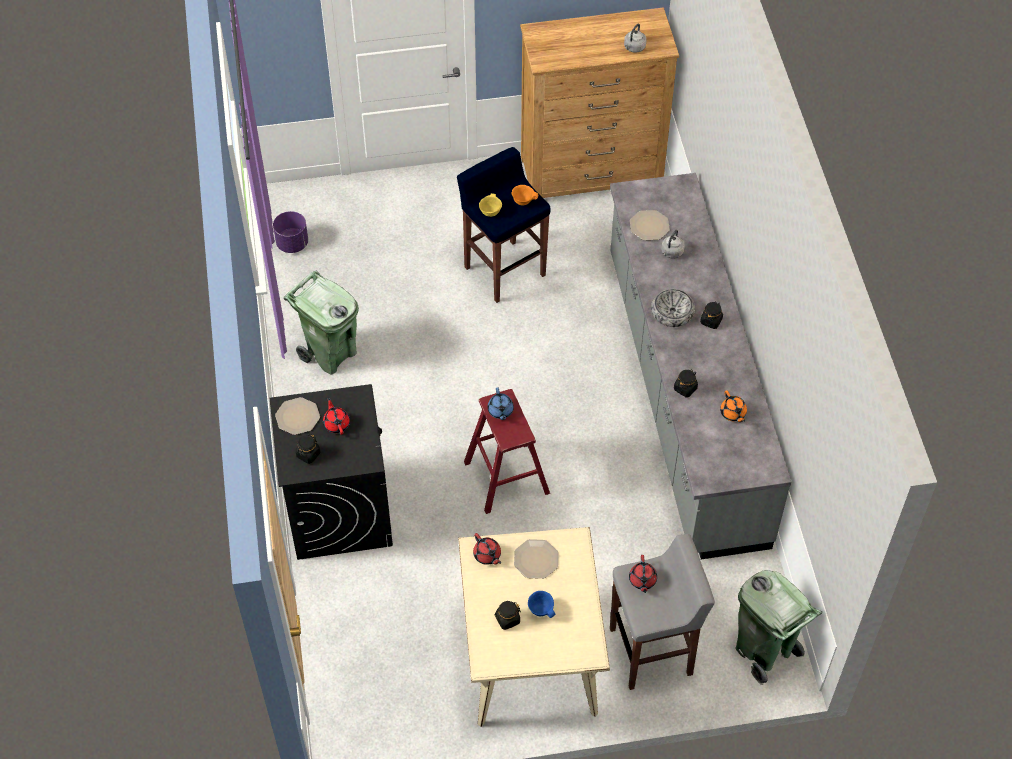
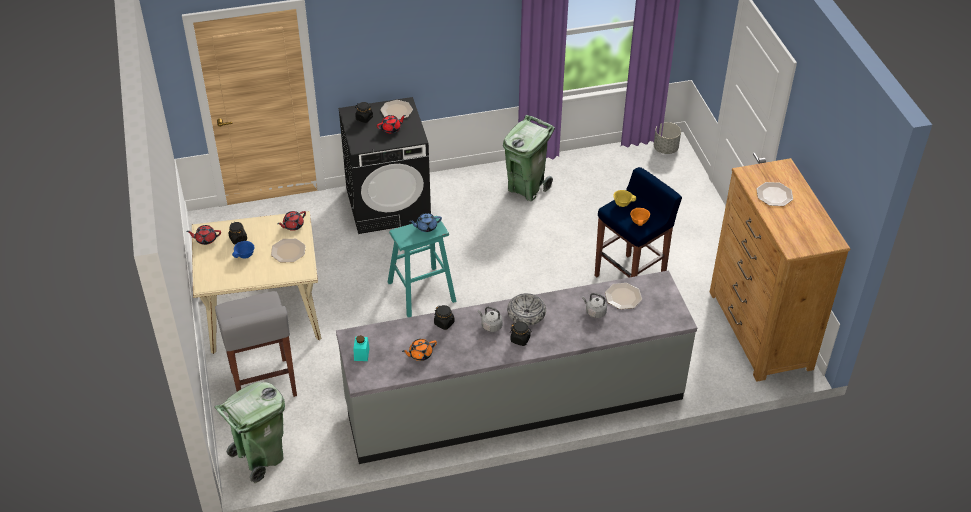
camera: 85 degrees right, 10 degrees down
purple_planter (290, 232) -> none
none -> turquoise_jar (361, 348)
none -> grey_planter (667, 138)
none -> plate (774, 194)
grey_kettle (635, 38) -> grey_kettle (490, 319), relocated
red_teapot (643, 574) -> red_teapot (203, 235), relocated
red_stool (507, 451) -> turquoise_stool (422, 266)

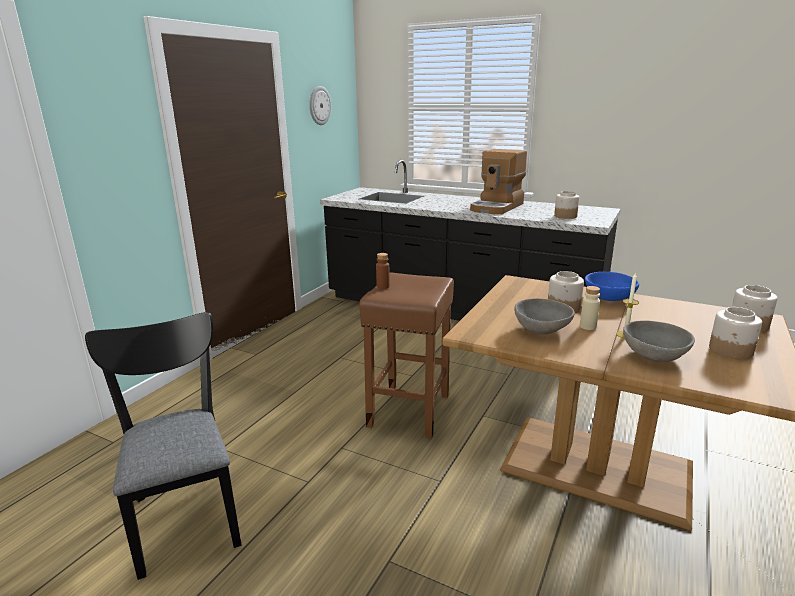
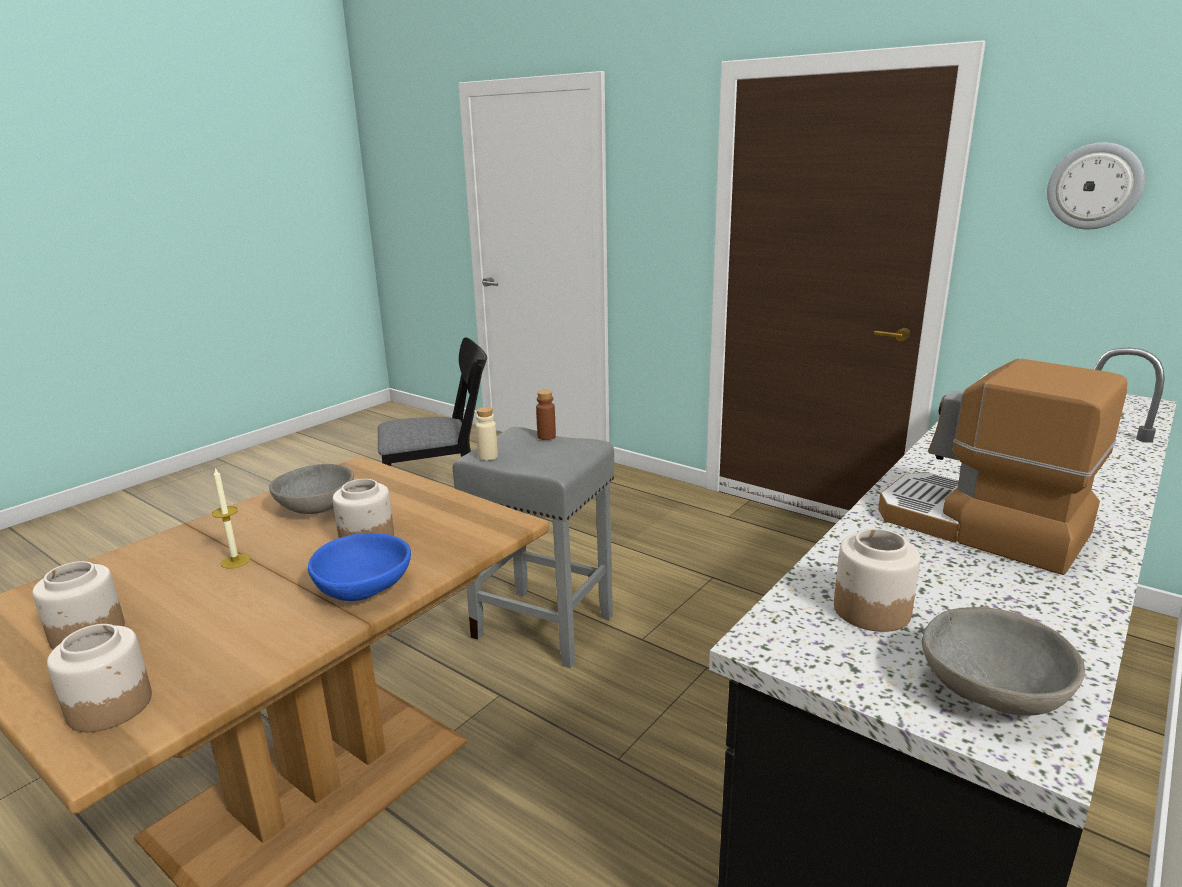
camera: 100 degrees right, 0 degrees up
beige_bottle (590, 308) -> beige_bottle (487, 434), relocated
grey_bowl (659, 341) -> grey_bowl (1003, 661), relocated
brown_stool (406, 355) -> grey_stool (533, 547)

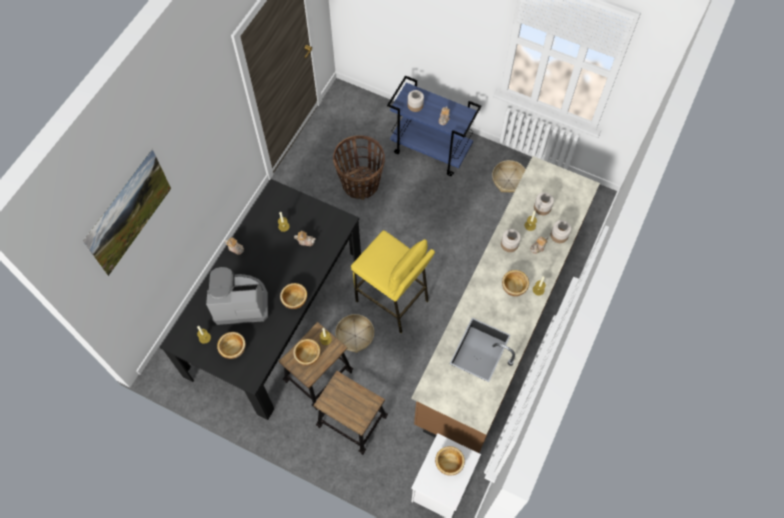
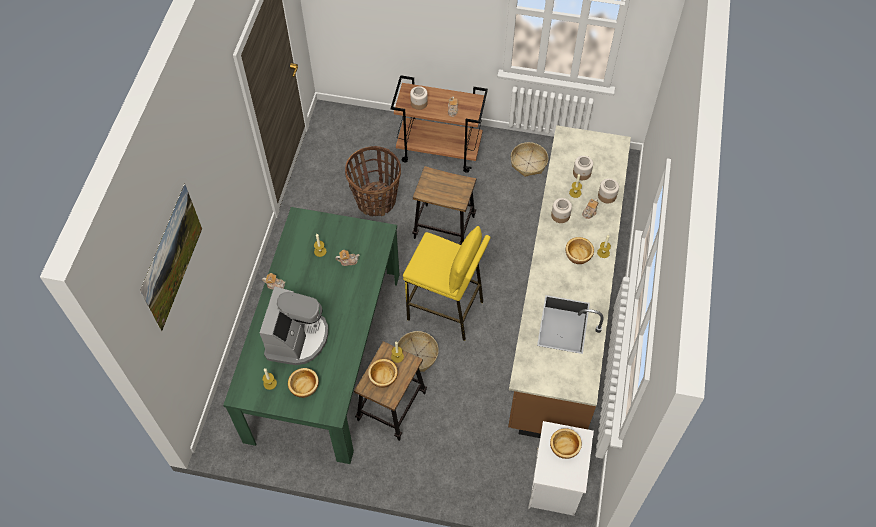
camera: 15 degrees left, 5 degrees down
bowl (293, 296) -> none
stool (350, 413) -> stool (444, 205), relocated
black_dining_table (260, 299) -> green_dining_table (311, 335)
blue_cart (434, 126) -> brown_cart (439, 124)
coffee_machine (237, 296) -> coffee_machine (294, 325), 120 degrees clockwise

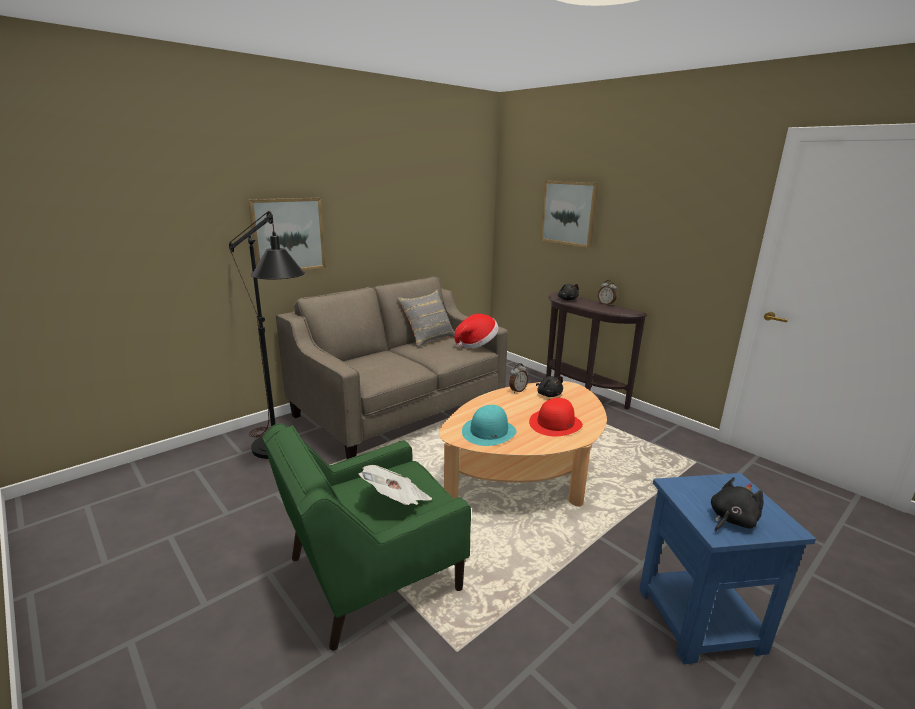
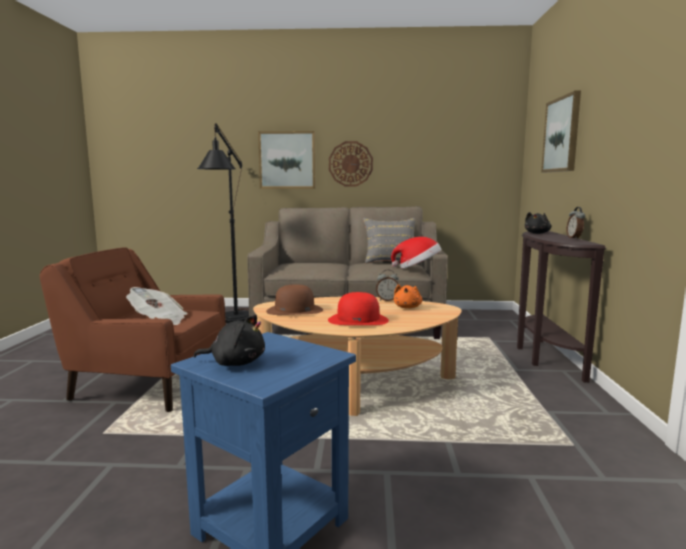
camera: 45 degrees right, 10 degrees down
none -> wall_clock (351, 164)
green_armchair (366, 537) -> brown_armchair (133, 329)
turquoise_hat (489, 425) -> brown_hat (294, 299)
black_plush_toy (549, 386) -> orange_plush_toy (408, 296)

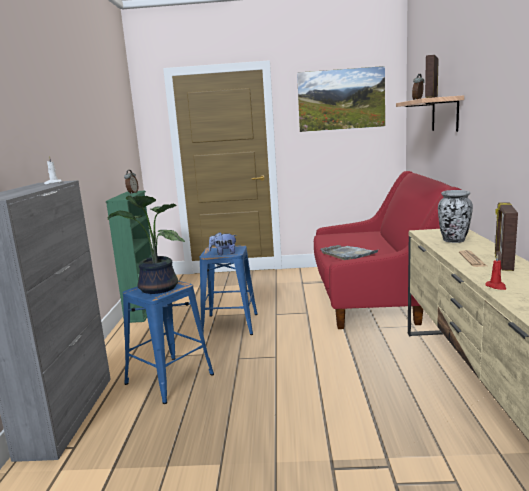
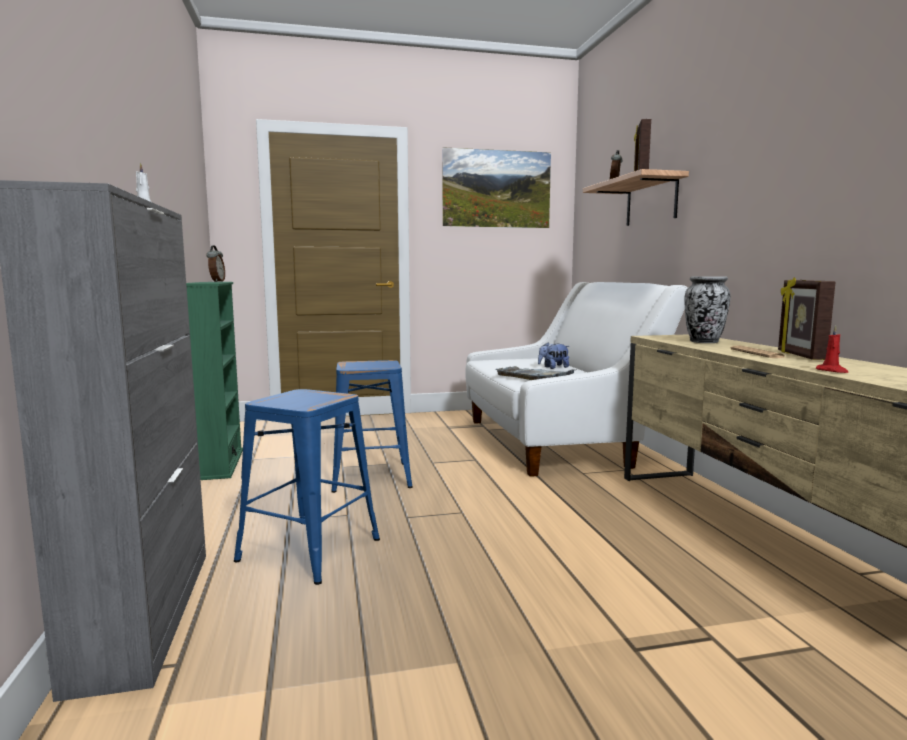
camera: 15 degrees left, 5 degrees down
potted_plant (146, 244) -> none
plush_toy (223, 243) -> plush_toy (553, 355), relocated
red_sofa (387, 250) -> white_sofa (576, 379)

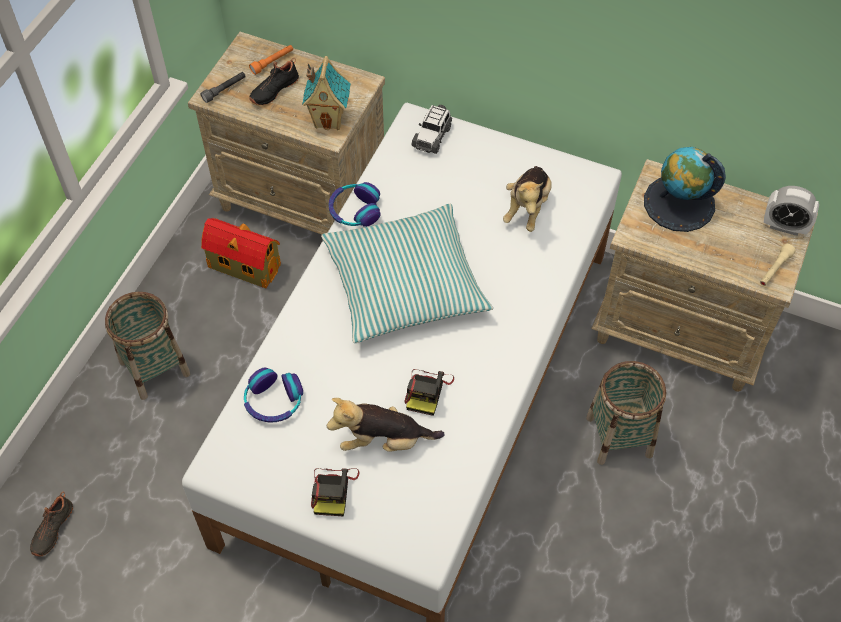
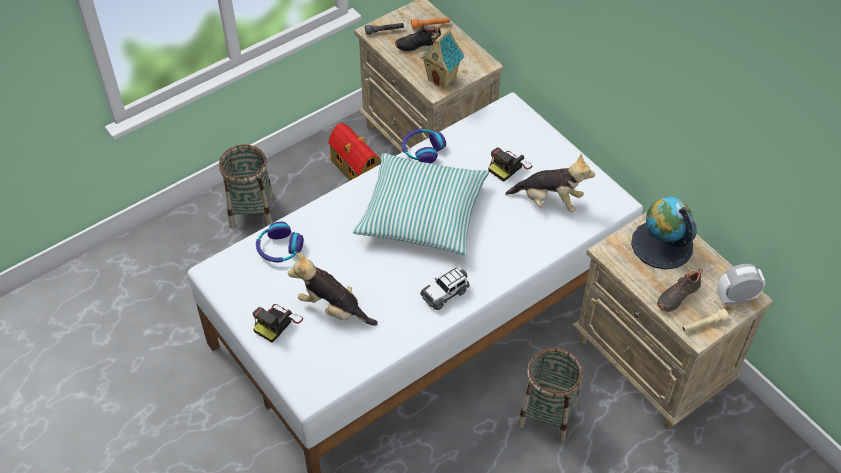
camera: 30 degrees right, 5 degrees down
black_shoe (51, 524) -> black_shoe (680, 290), relocated
photo_camera (429, 392) -> photo_camera (510, 164), relocated
toy_car (431, 129) -> toy_car (445, 288), relocated
plush_toy (527, 199) -> plush_toy (550, 183), 120 degrees counterclockwise
alarm_clock (791, 211) -> alarm_clock (741, 284), 120 degrees clockwise

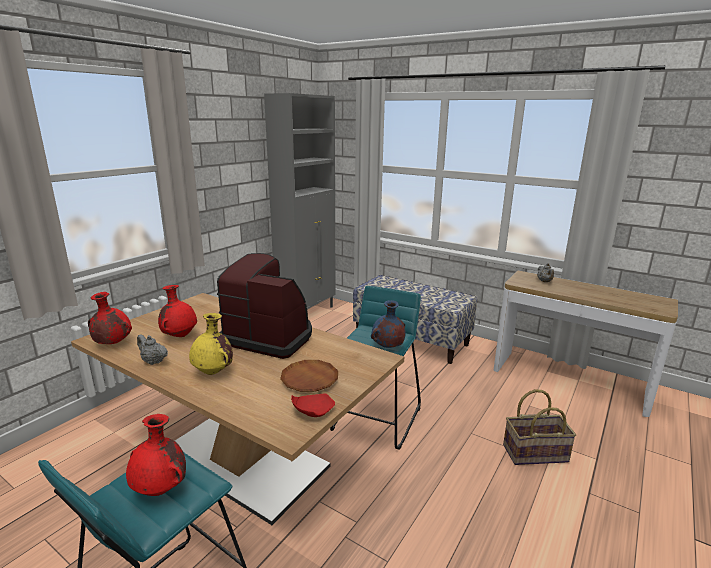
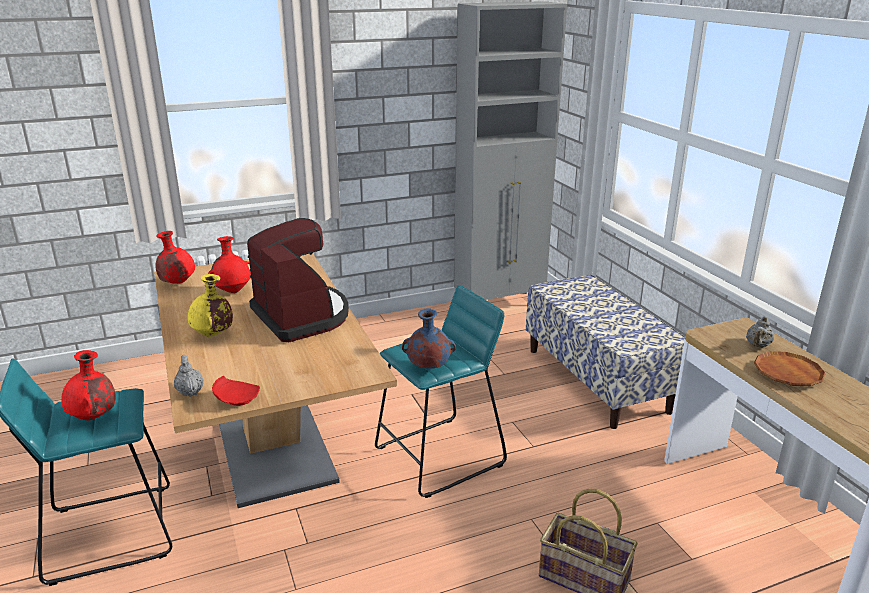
camera: 35 degrees right, 5 degrees up
grey_teapot (152, 349) -> grey_teapot (189, 376), relocated
brown_plate (309, 376) -> brown_plate (790, 368), relocated

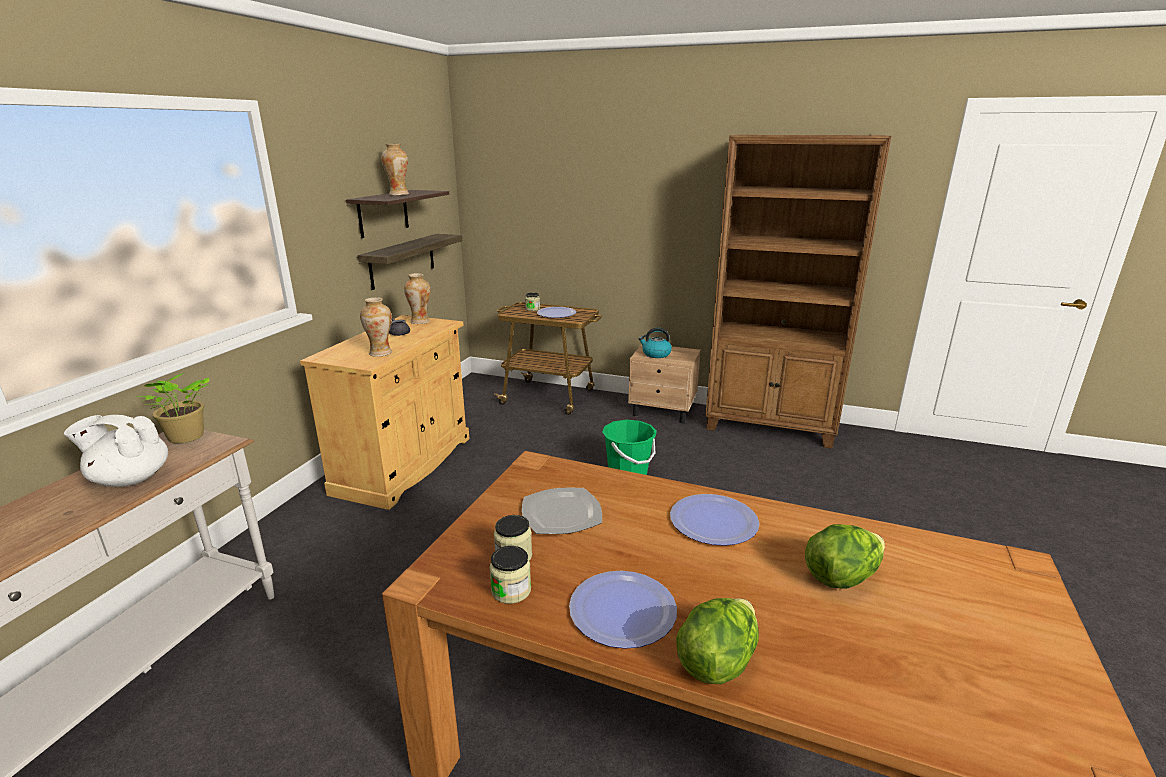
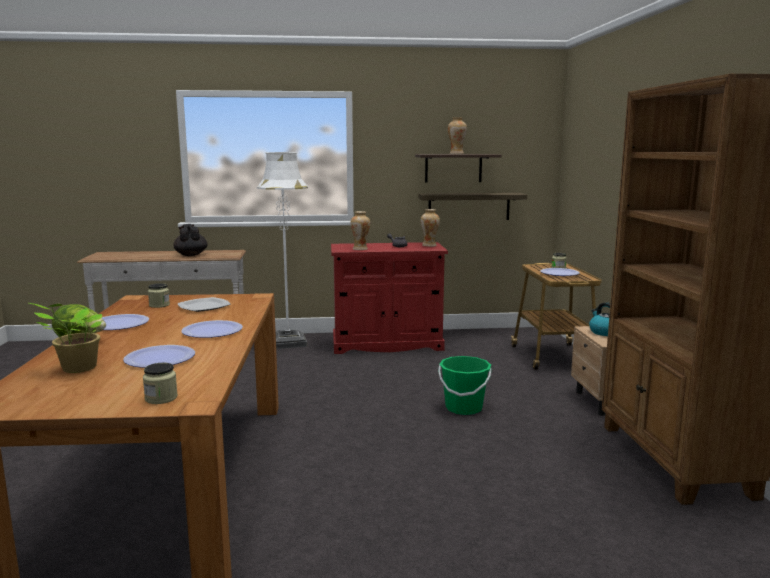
camera: 65 degrees right, 10 degrees down
none -> white_floor_lamp (282, 250)
potted_plant (173, 408) -> potted_plant (66, 338), relocated
jar (510, 575) -> jar (160, 383), relocated
lettuce (845, 556) -> plate (159, 356)
white_teapot (116, 451) -> black_teapot (190, 240)
beige_cabinet (384, 412) -> red_cabinet (389, 298)

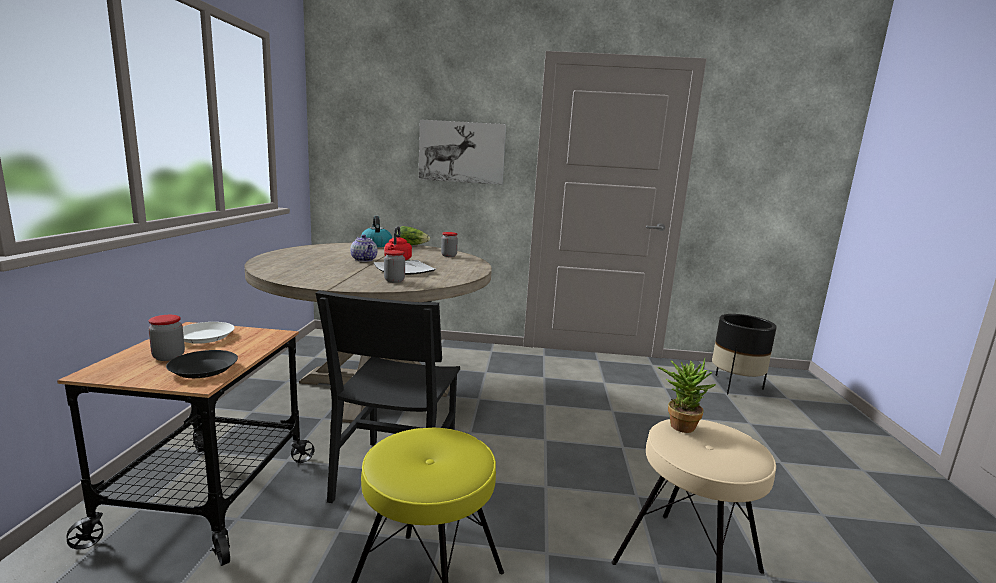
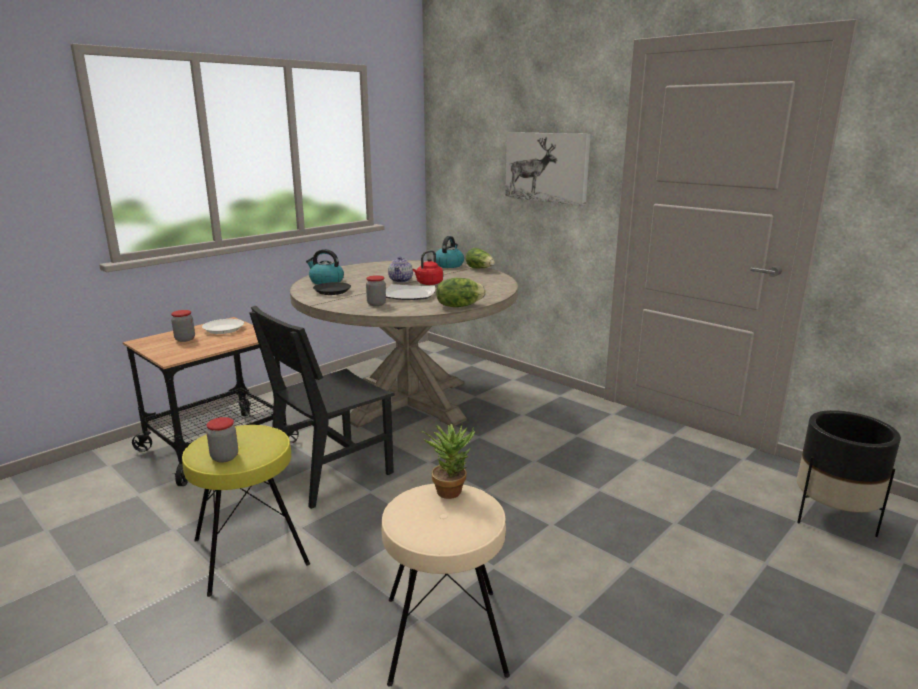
camera: 40 degrees right, 5 degrees up
none -> kettle (325, 266)
none -> lettuce (461, 292)
black_plate (202, 364) -> black_plate (332, 288), relocated
jar (449, 244) -> jar (222, 440), relocated

